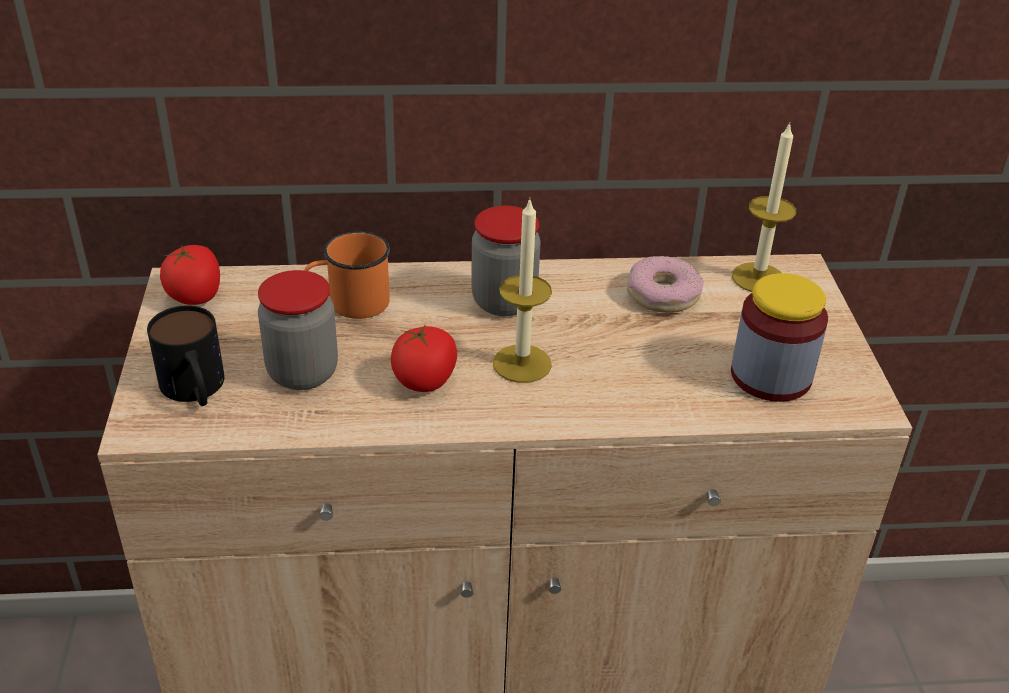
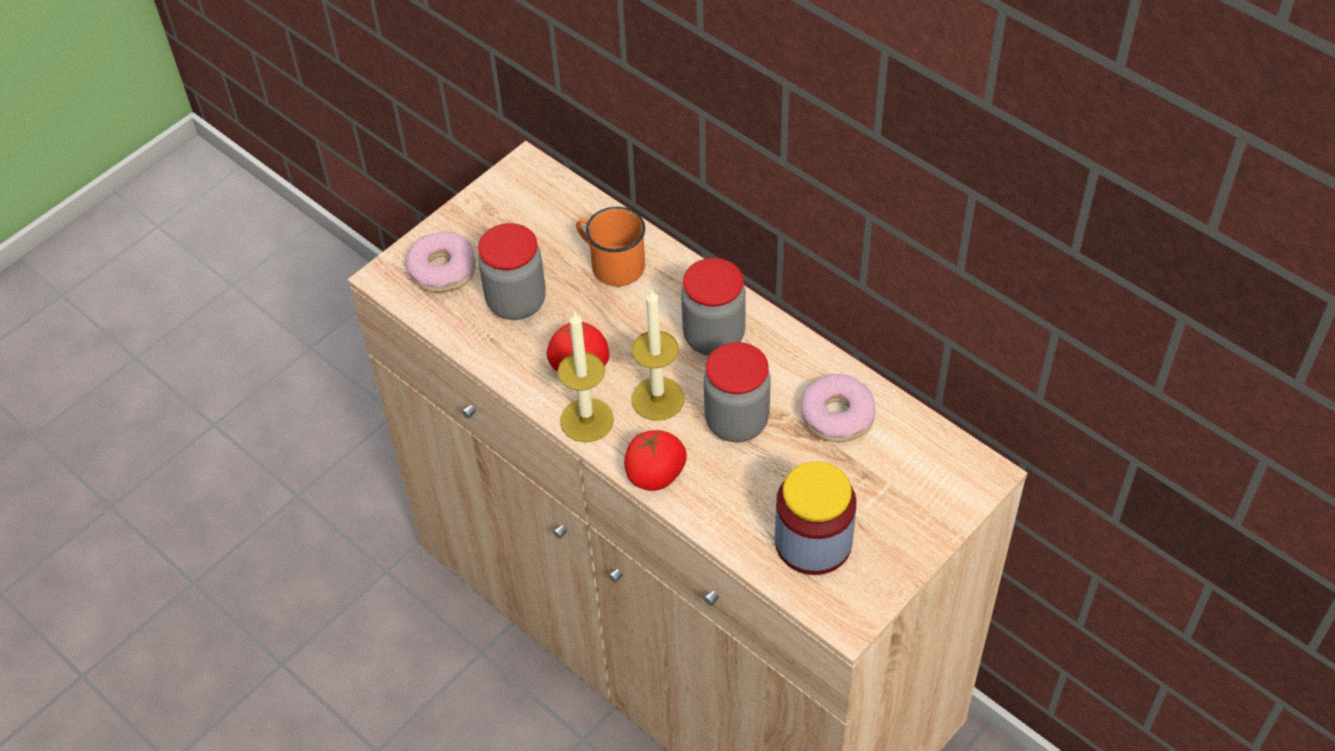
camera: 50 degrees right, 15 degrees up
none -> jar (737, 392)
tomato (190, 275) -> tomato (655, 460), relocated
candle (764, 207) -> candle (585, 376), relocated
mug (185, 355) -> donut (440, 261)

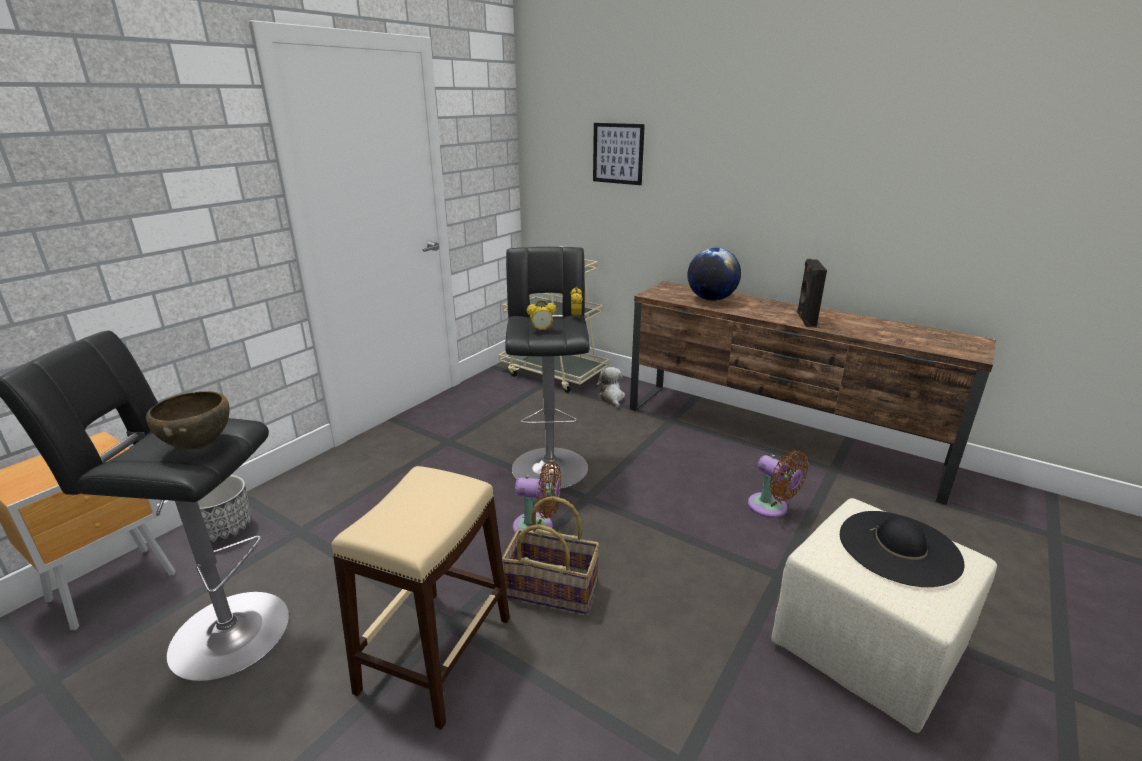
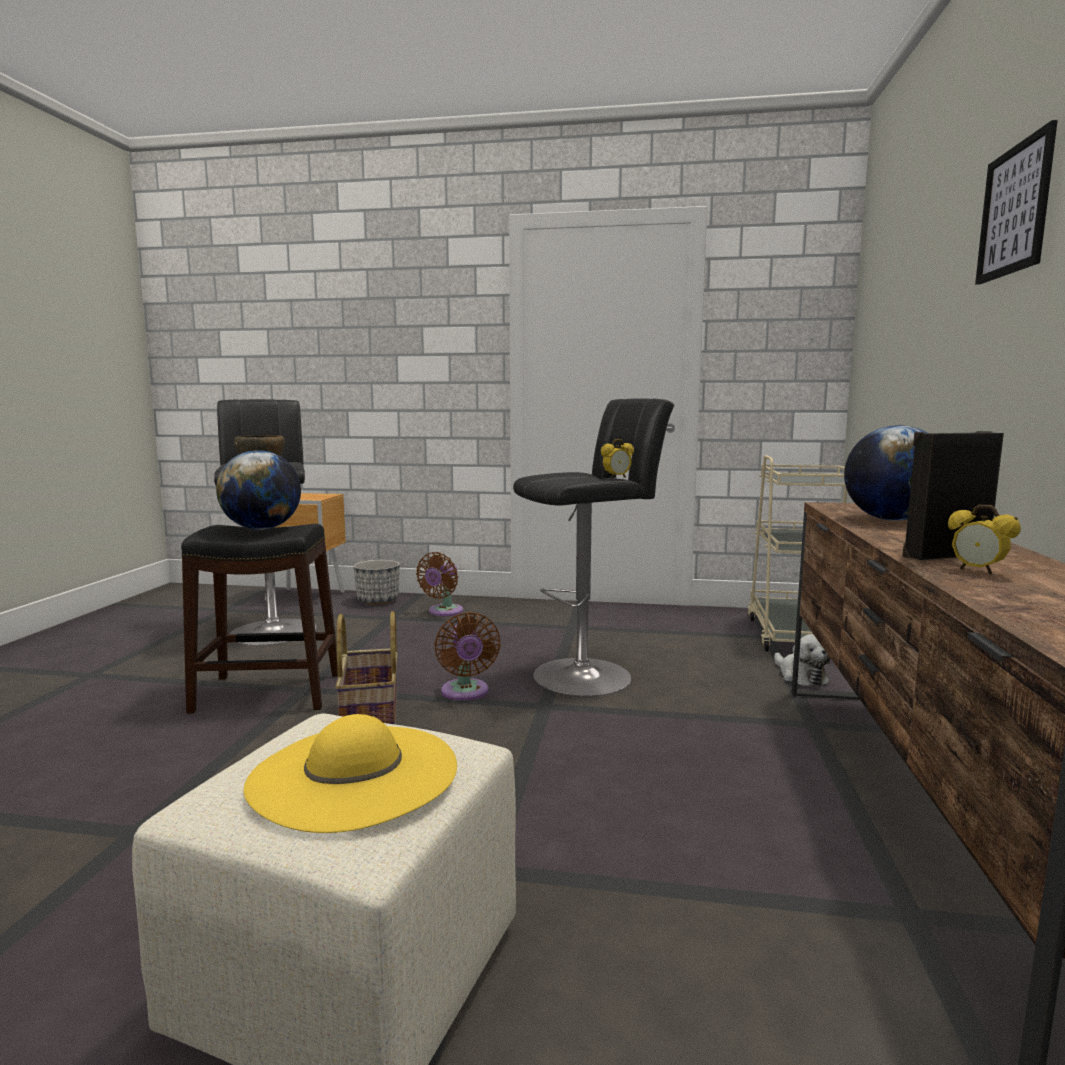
camera: 65 degrees right, 15 degrees down
none -> globe (258, 490)
alarm_clock (541, 316) -> alarm_clock (984, 539), relocated
picture (619, 154) -> picture (1016, 202), relocated
brown_fan (778, 484) -> brown_fan (439, 584), relocated
beige_stool (421, 598) -> black_stool (259, 619)
black_hat (902, 549) -> yellow_hat (350, 773)
plush_toy (610, 387) -> plush_toy (802, 660), 105 degrees clockwise

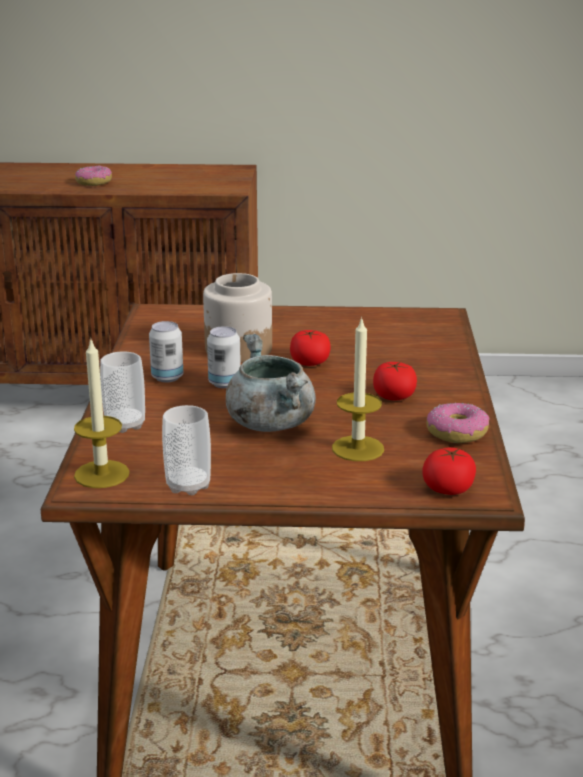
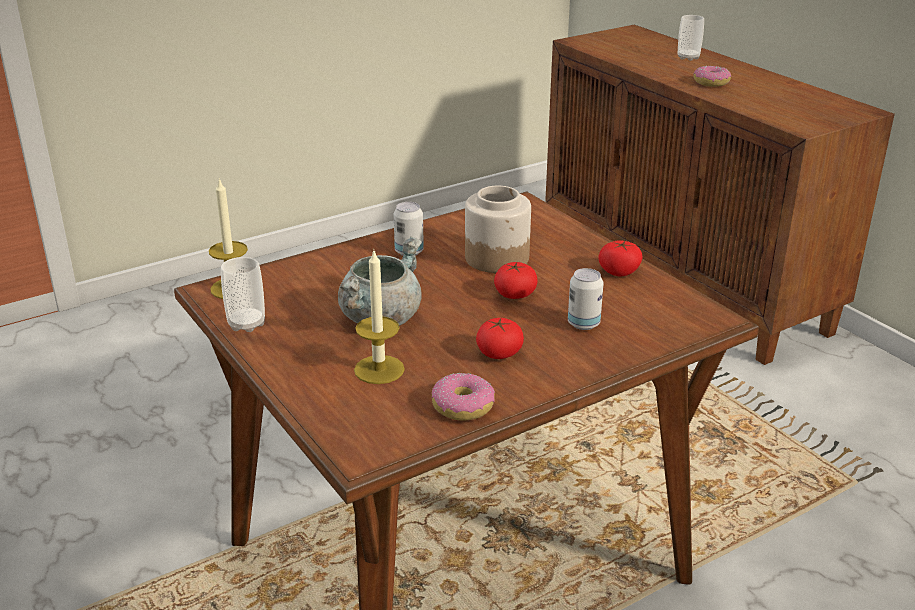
camera: 55 degrees right, 5 degrees up
cup (122, 392) -> cup (691, 38), relocated
can (224, 357) -> can (586, 299), relocated
tomato (449, 471) -> tomato (620, 258), relocated

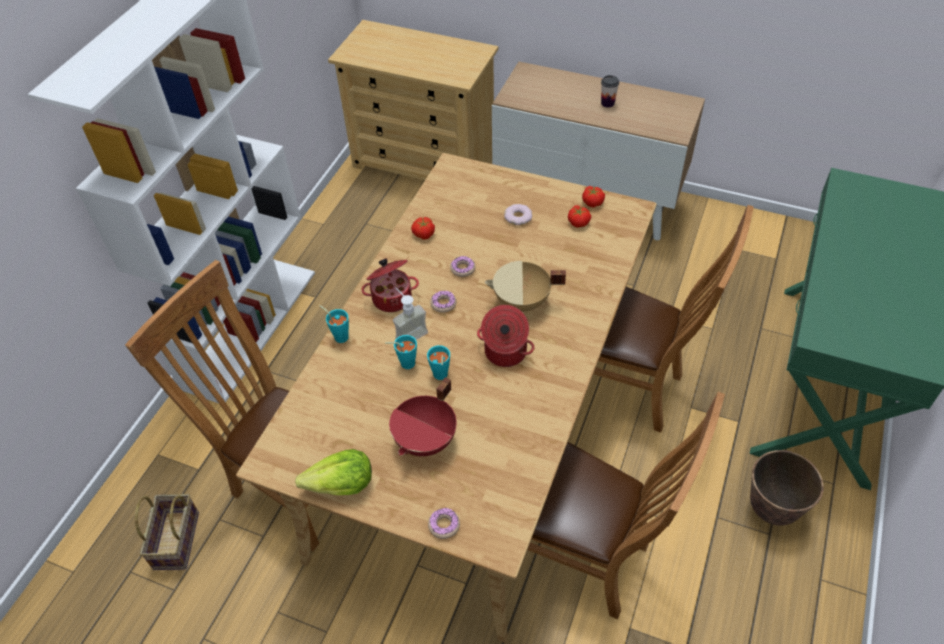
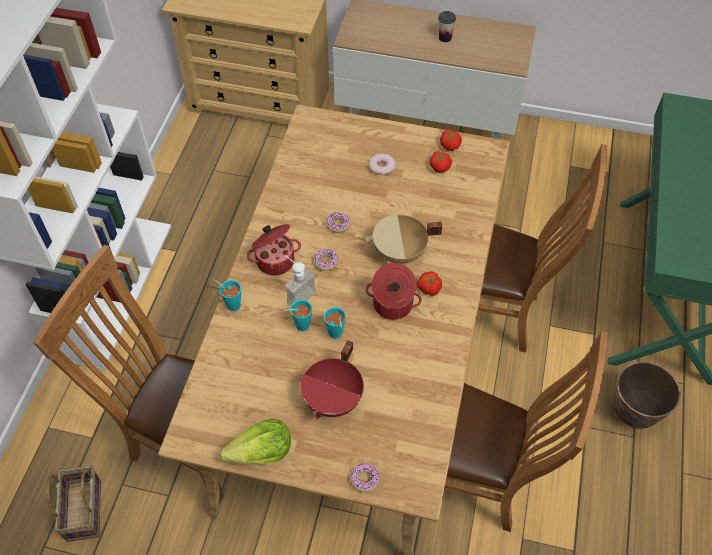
camera: 10 degrees left, 5 degrees up
tomato (423, 228) -> tomato (429, 283), relocated

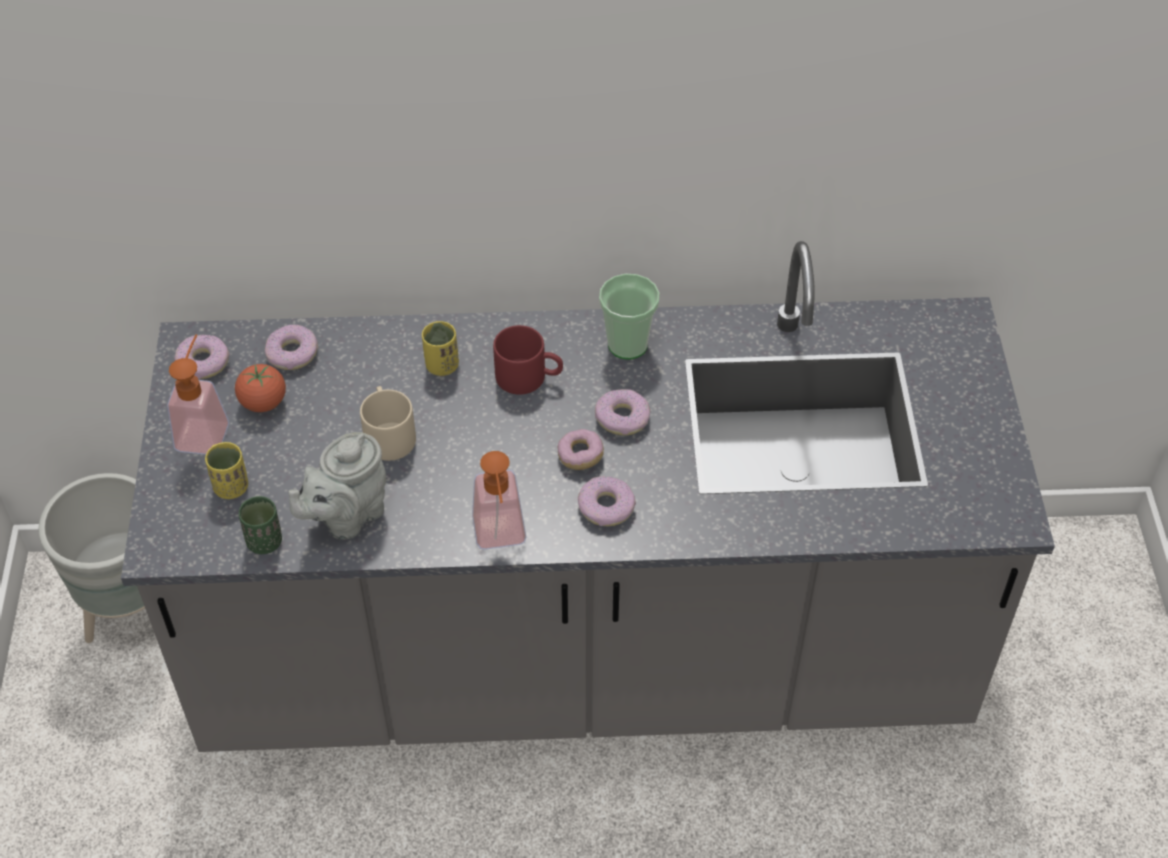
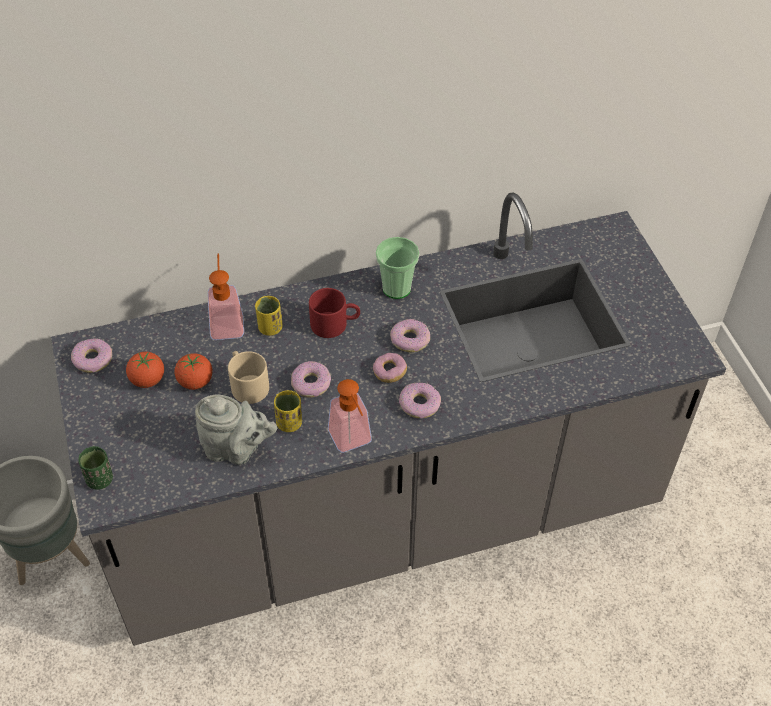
camera: 15 degrees left, 0 degrees up
none -> tomato (193, 371)
soap_dispenser (198, 394) -> soap_dispenser (226, 297), relocated
yellow_cup (226, 470) -> yellow_cup (288, 411), relocated
green_cup (260, 525) -> green_cup (95, 468), relocated
donut (292, 347) -> donut (311, 379), relocated
grey_teapot (337, 486) -> grey_teapot (236, 429), 105 degrees counterclockwise

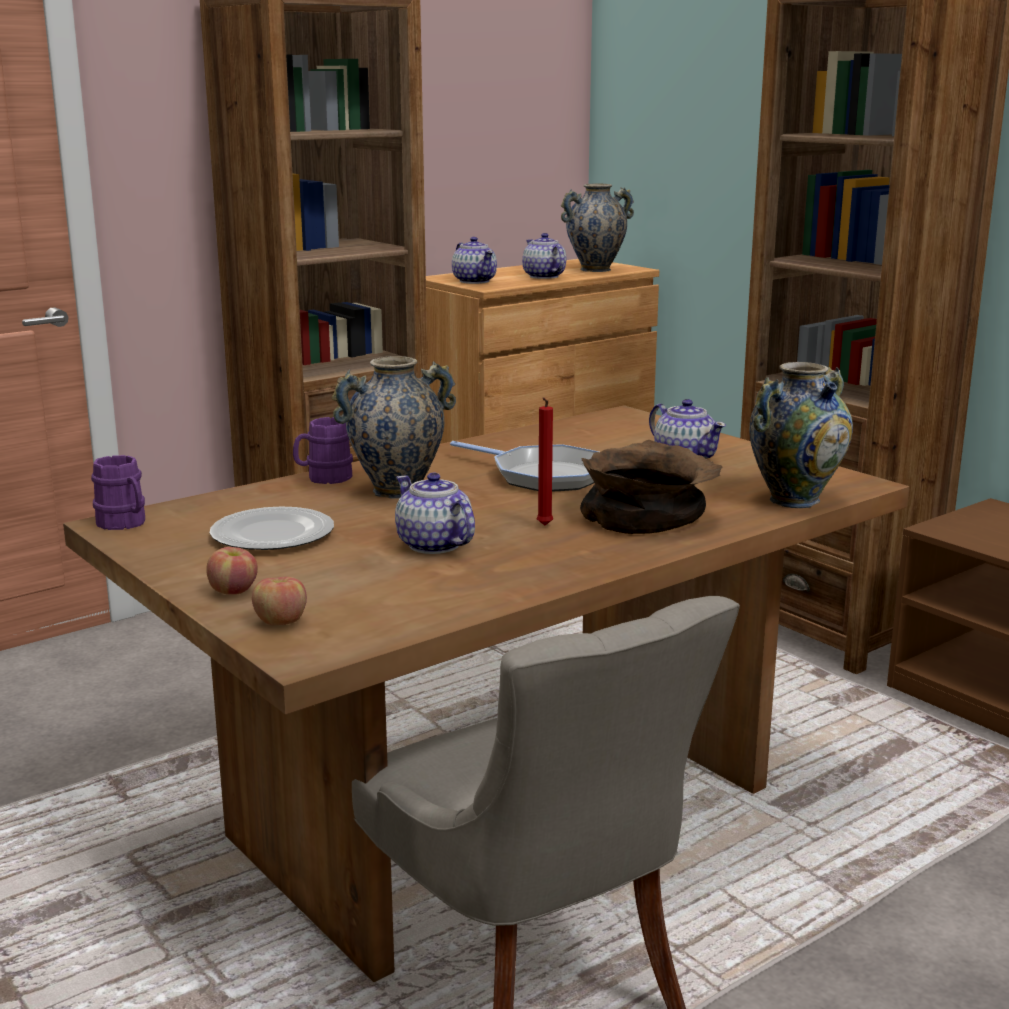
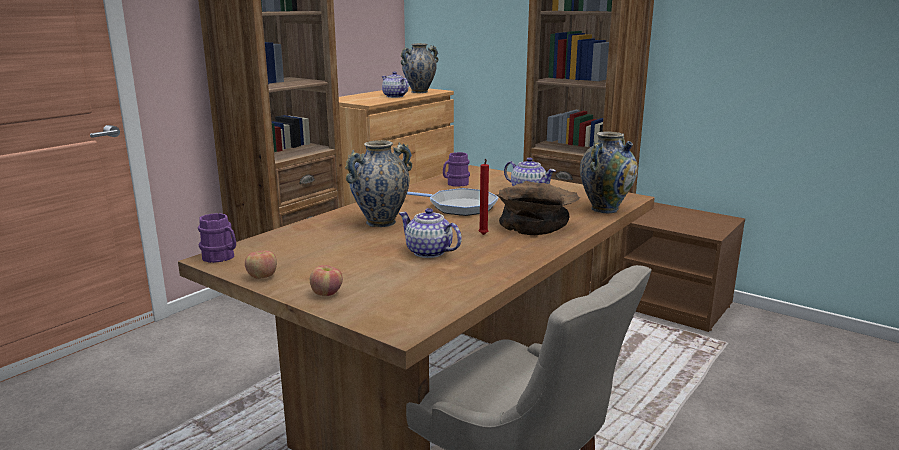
camera: 15 degrees left, 0 degrees up
plate (272, 528) -> none
teapot (474, 260) -> none
apple (279, 601) -> apple (261, 265), relocated
purple_mug (323, 450) -> purple_mug (456, 169), relocated

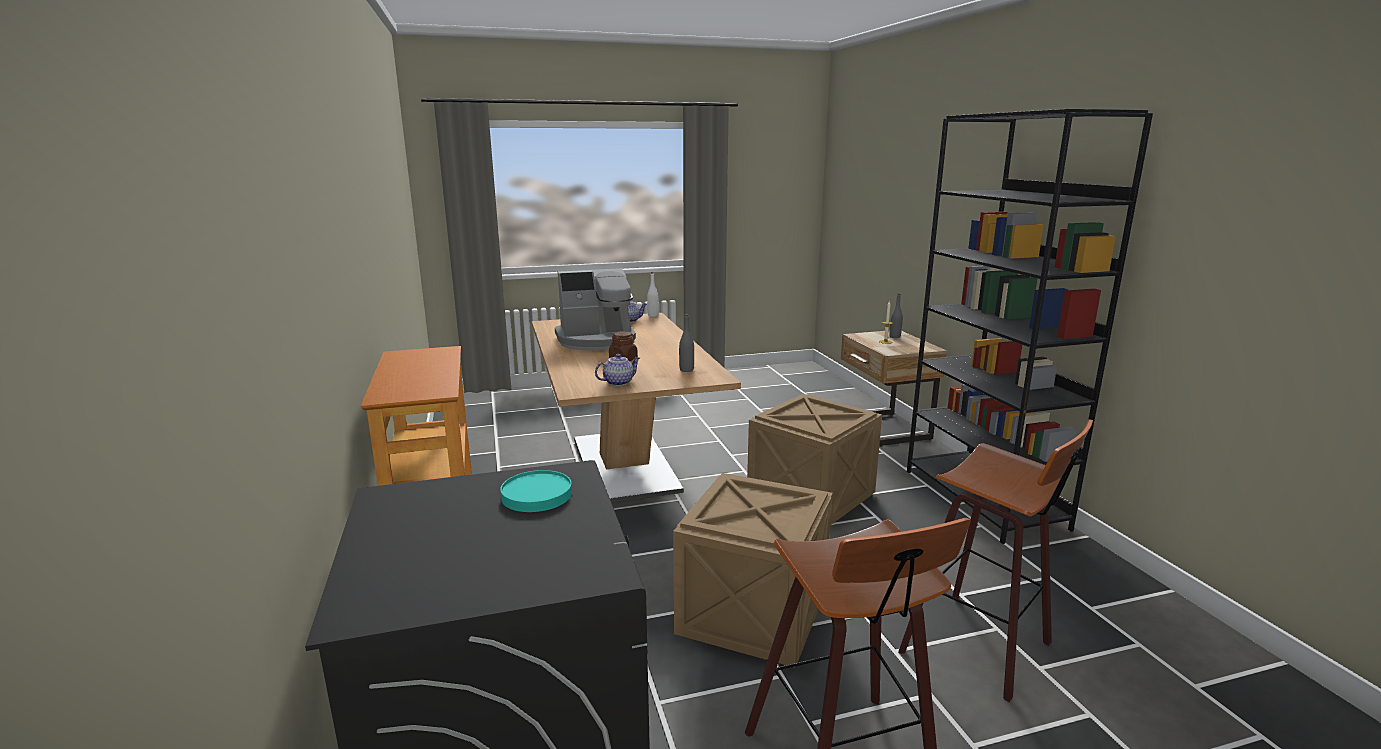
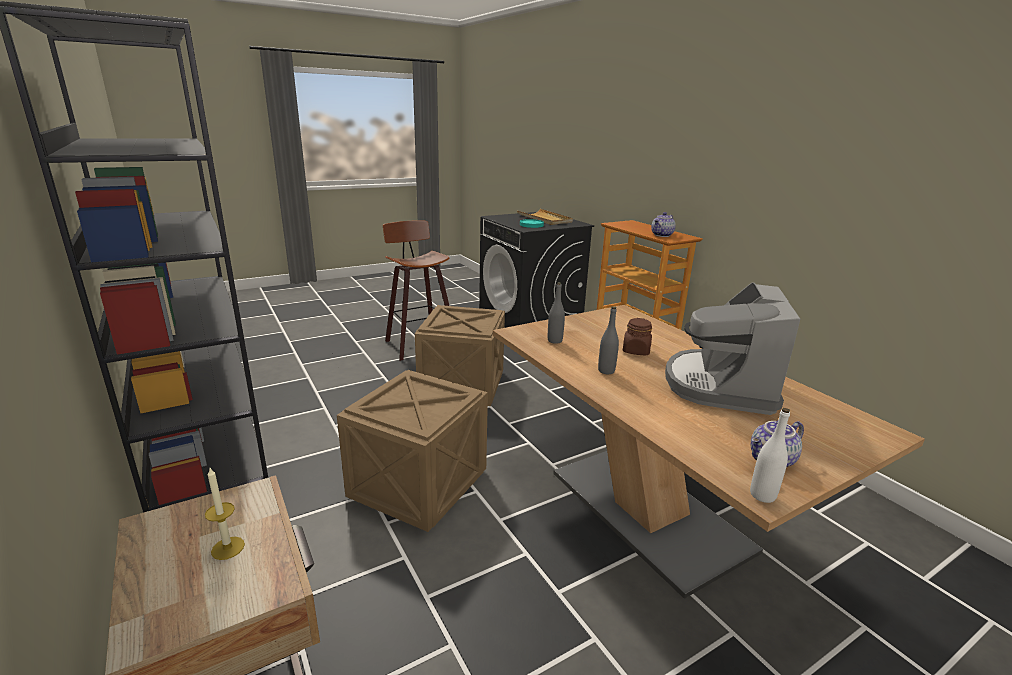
camera: 165 degrees right, 5 degrees up
stool (996, 560) -> none
none -> beige_tray (545, 217)
teapot (617, 370) -> teapot (663, 224), relocated
grey_bottle (896, 315) -> grey_bottle (608, 340), relocated
coffee_machine (595, 309) -> coffee_machine (732, 349), 45 degrees counterclockwise

